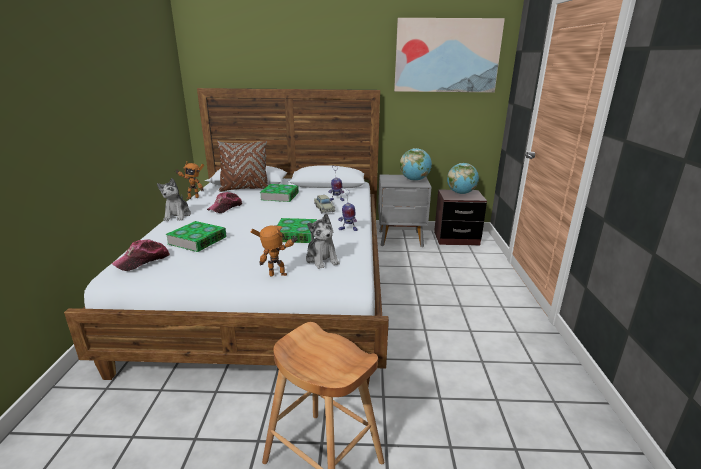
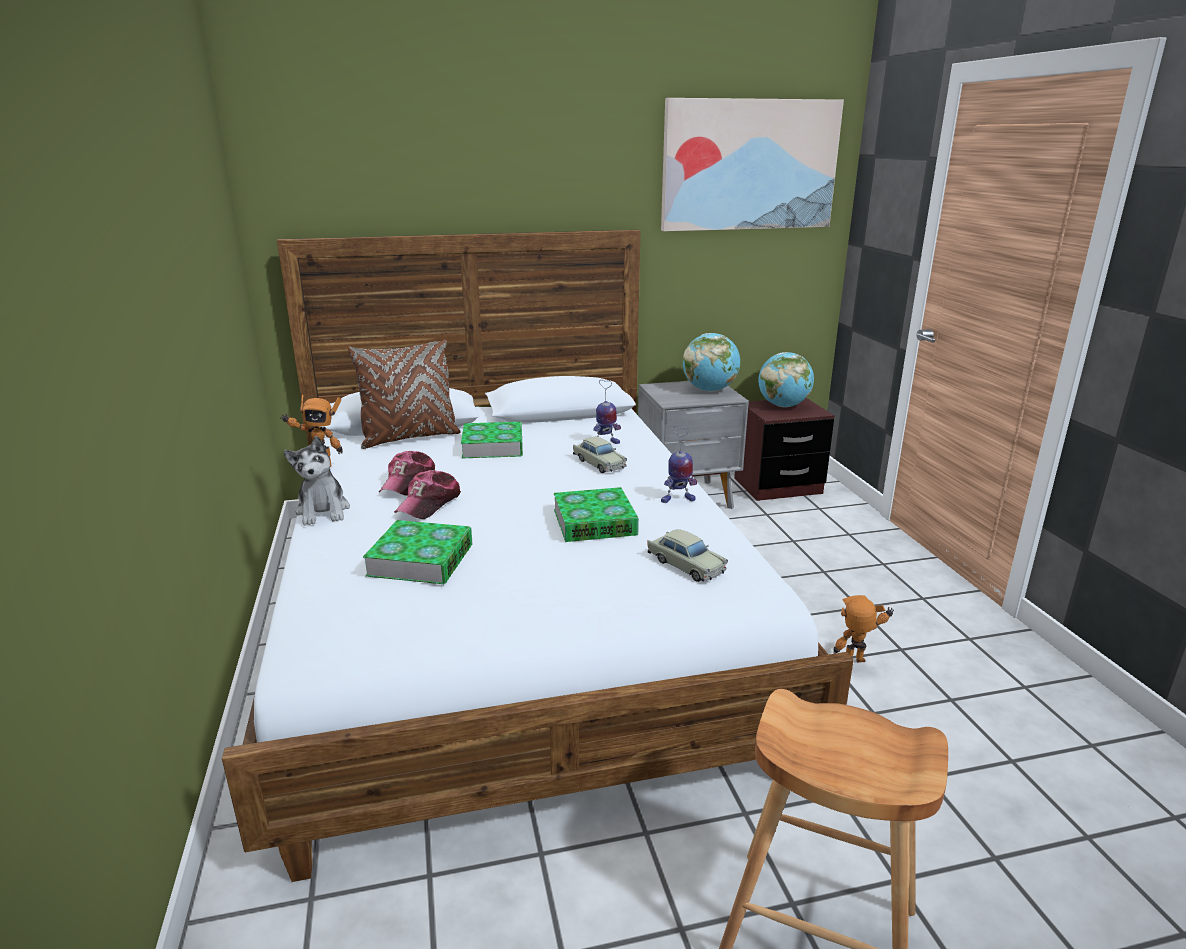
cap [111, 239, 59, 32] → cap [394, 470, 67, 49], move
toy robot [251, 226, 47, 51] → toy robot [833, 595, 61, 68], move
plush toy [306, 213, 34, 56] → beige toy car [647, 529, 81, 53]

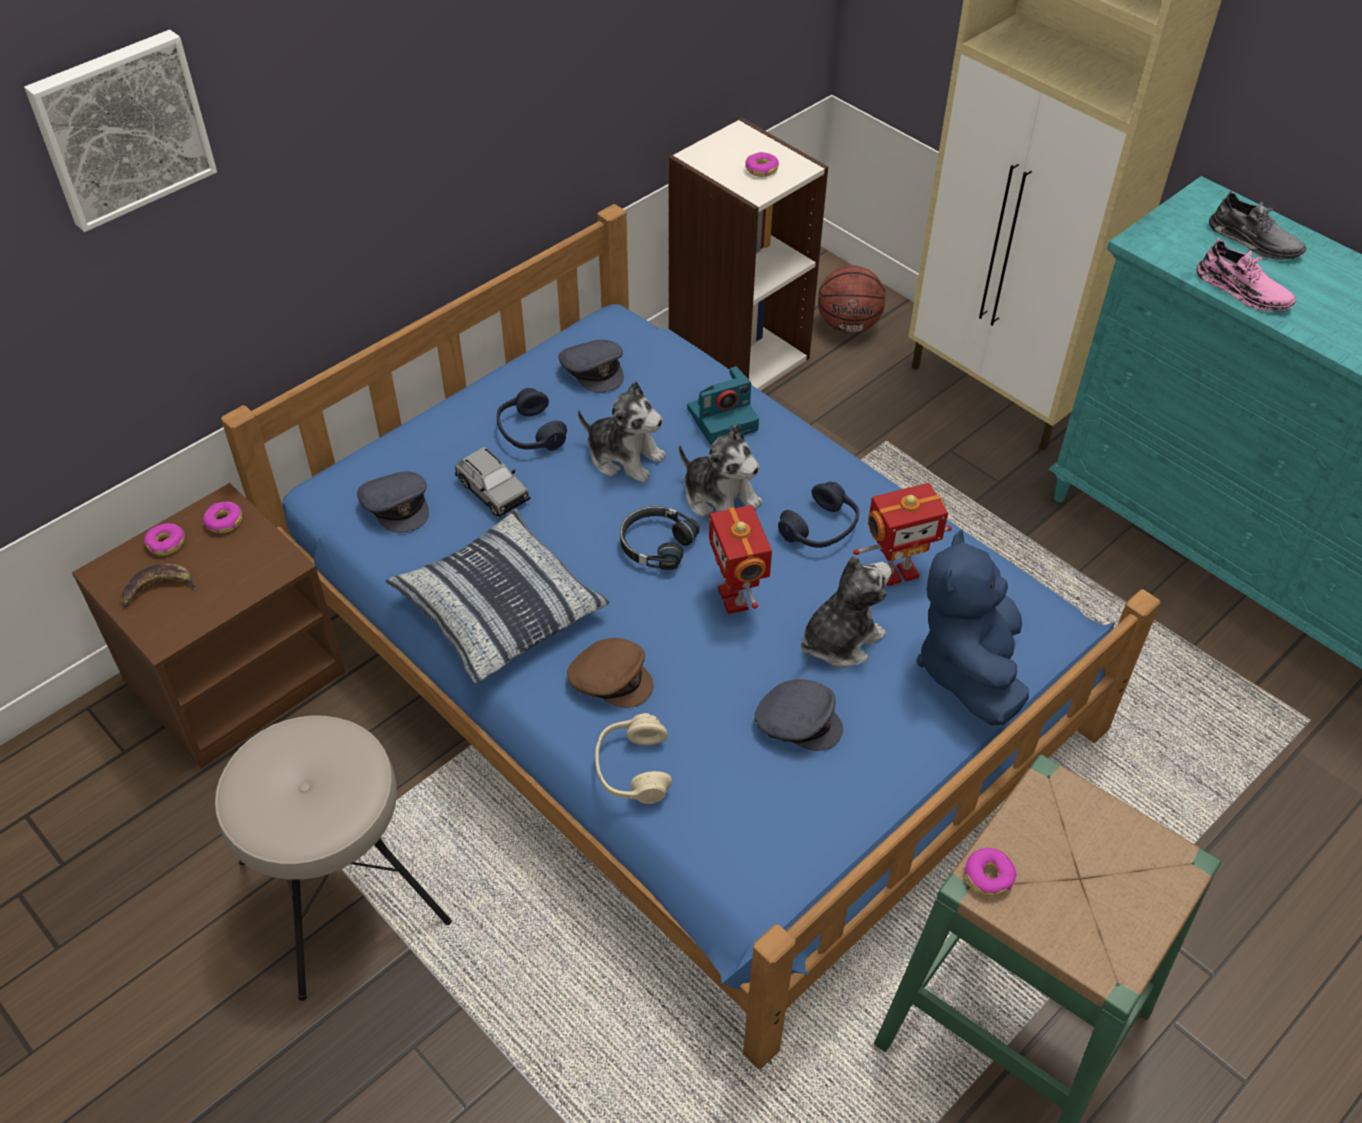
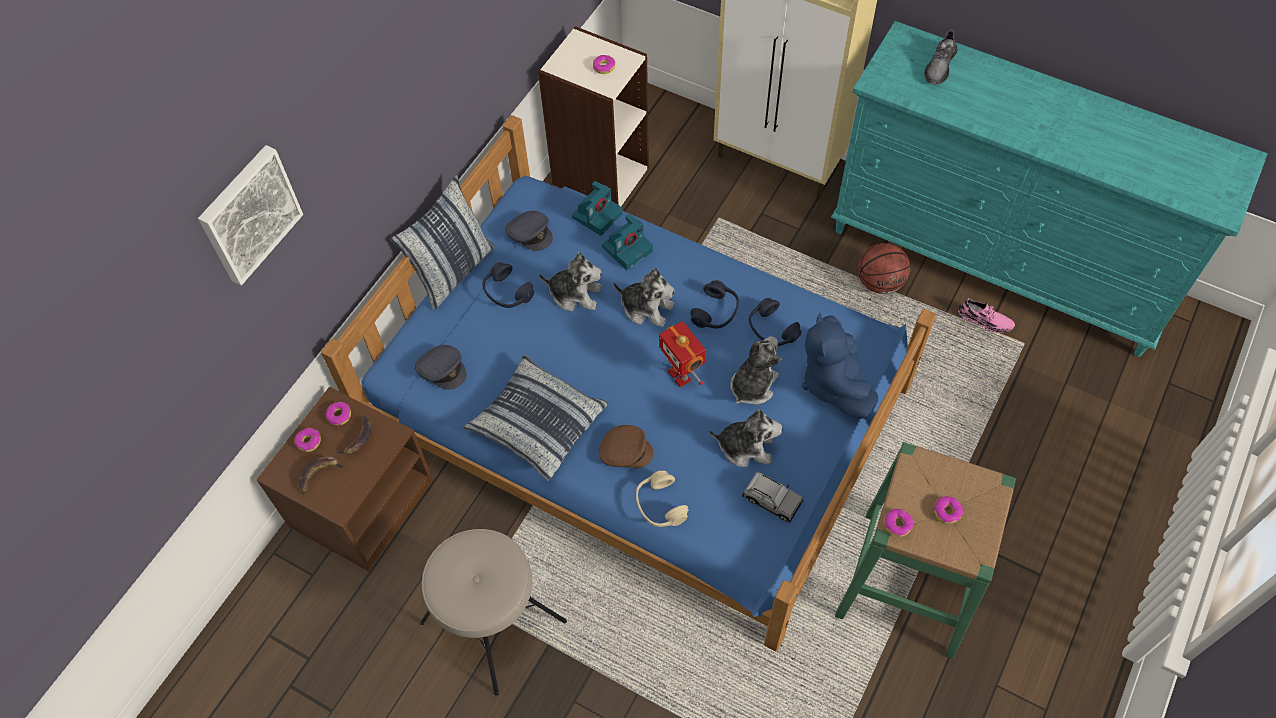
grey toy car [455, 447, 76, 70] → grey toy car [742, 472, 61, 51], move
black headphones [620, 506, 79, 64] → -
grey cap [755, 679, 88, 72] → plush toy [709, 409, 74, 58]
basketball [818, 266, 67, 67] → basketball [858, 243, 52, 51], move
toy robot [853, 483, 99, 103] → blue headphones [749, 298, 53, 48]
pink shoe [1196, 238, 100, 73] → pink shoe [957, 298, 58, 35], move
grey shoe [1209, 190, 97, 70] → grey shoe [924, 29, 34, 56], 90 degrees clockwise
- → banana [335, 416, 37, 39]
- → pillow [391, 175, 104, 135]
- → photo camera [572, 181, 50, 55]
- → donut [933, 496, 30, 28]

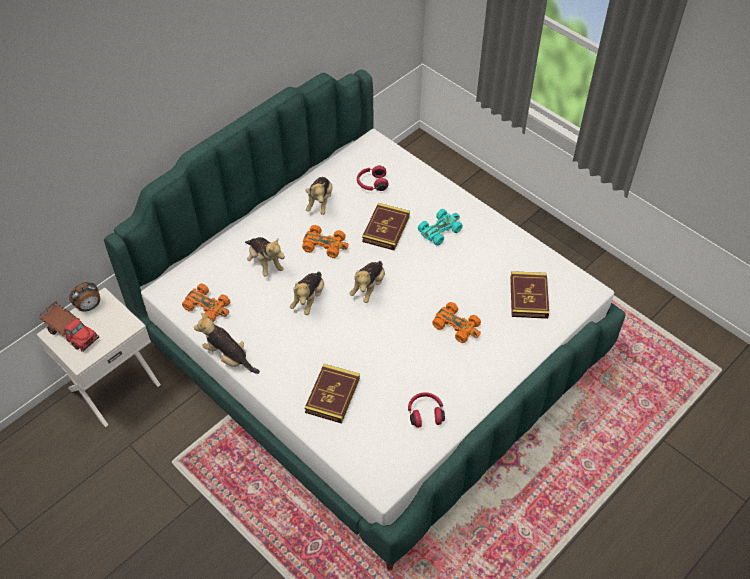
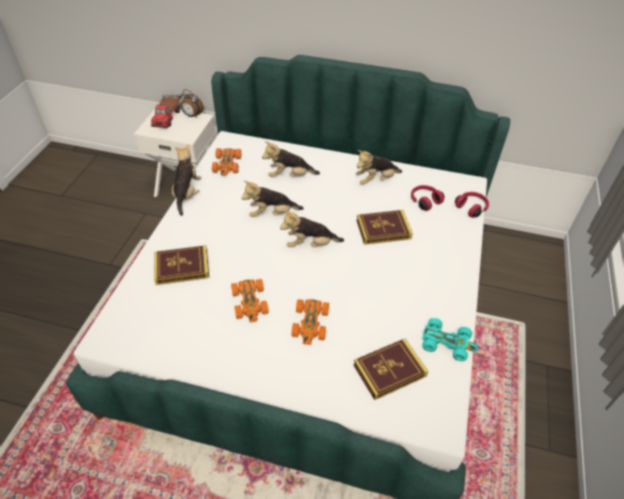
plush toy [245, 237, 40, 39] → plush toy [262, 141, 58, 36], 60 degrees clockwise
orange toy car [302, 225, 47, 33] → orange toy car [231, 279, 38, 43], move
red headphones [408, 392, 37, 36] → red headphones [455, 192, 34, 26], move
turquoise toy car [418, 209, 45, 37] → turquoise toy car [422, 318, 56, 43], move

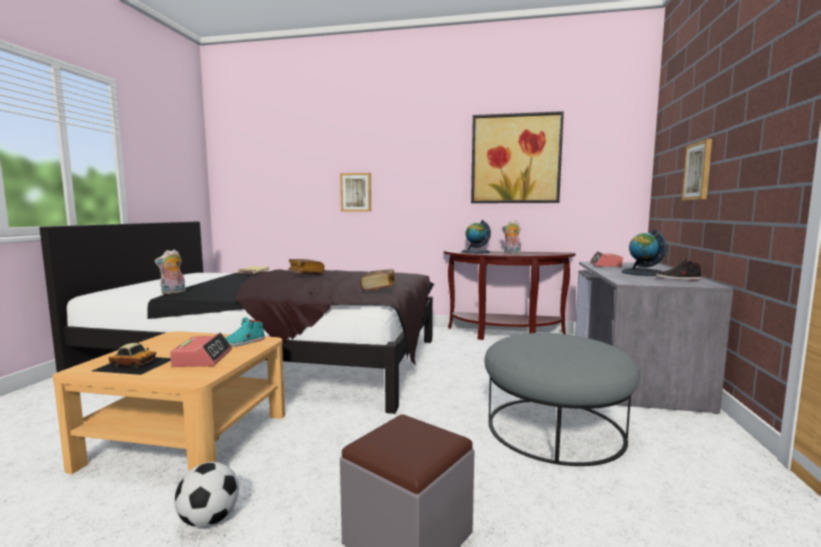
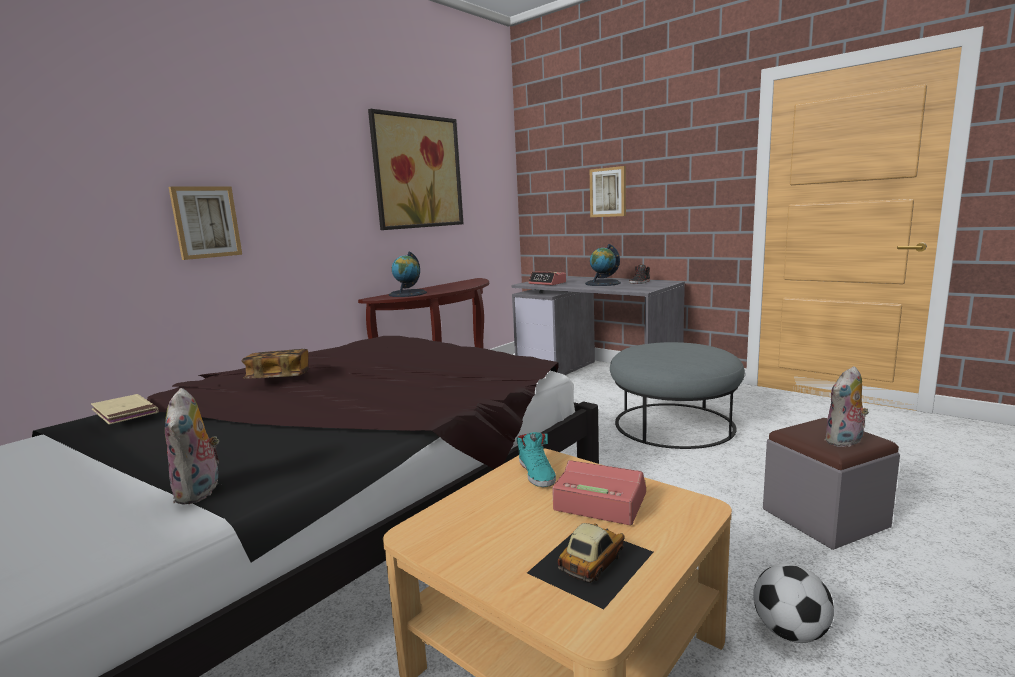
book [361, 269, 35, 22] → -
plush toy [502, 220, 19, 34] → plush toy [825, 366, 44, 82], move

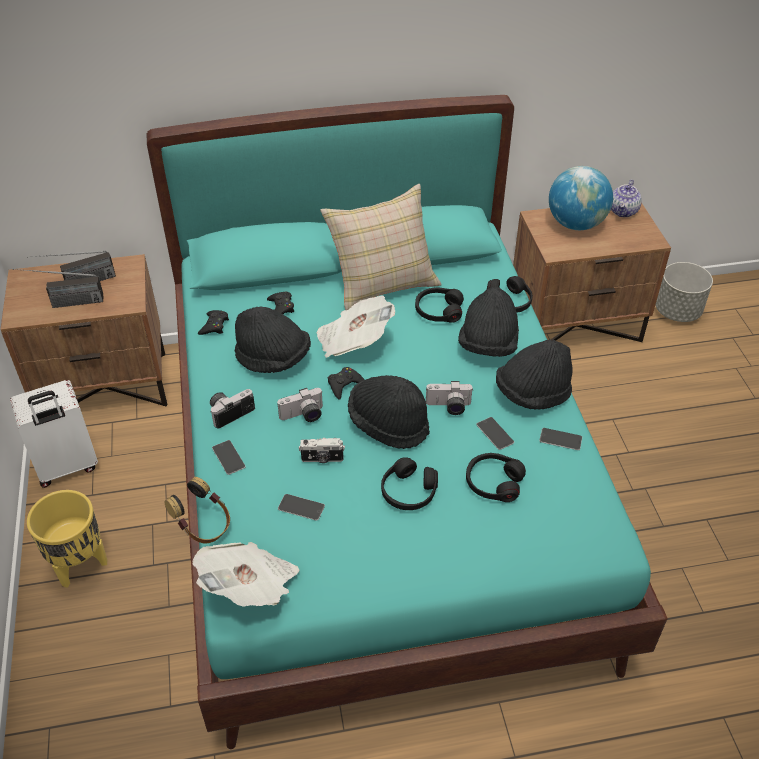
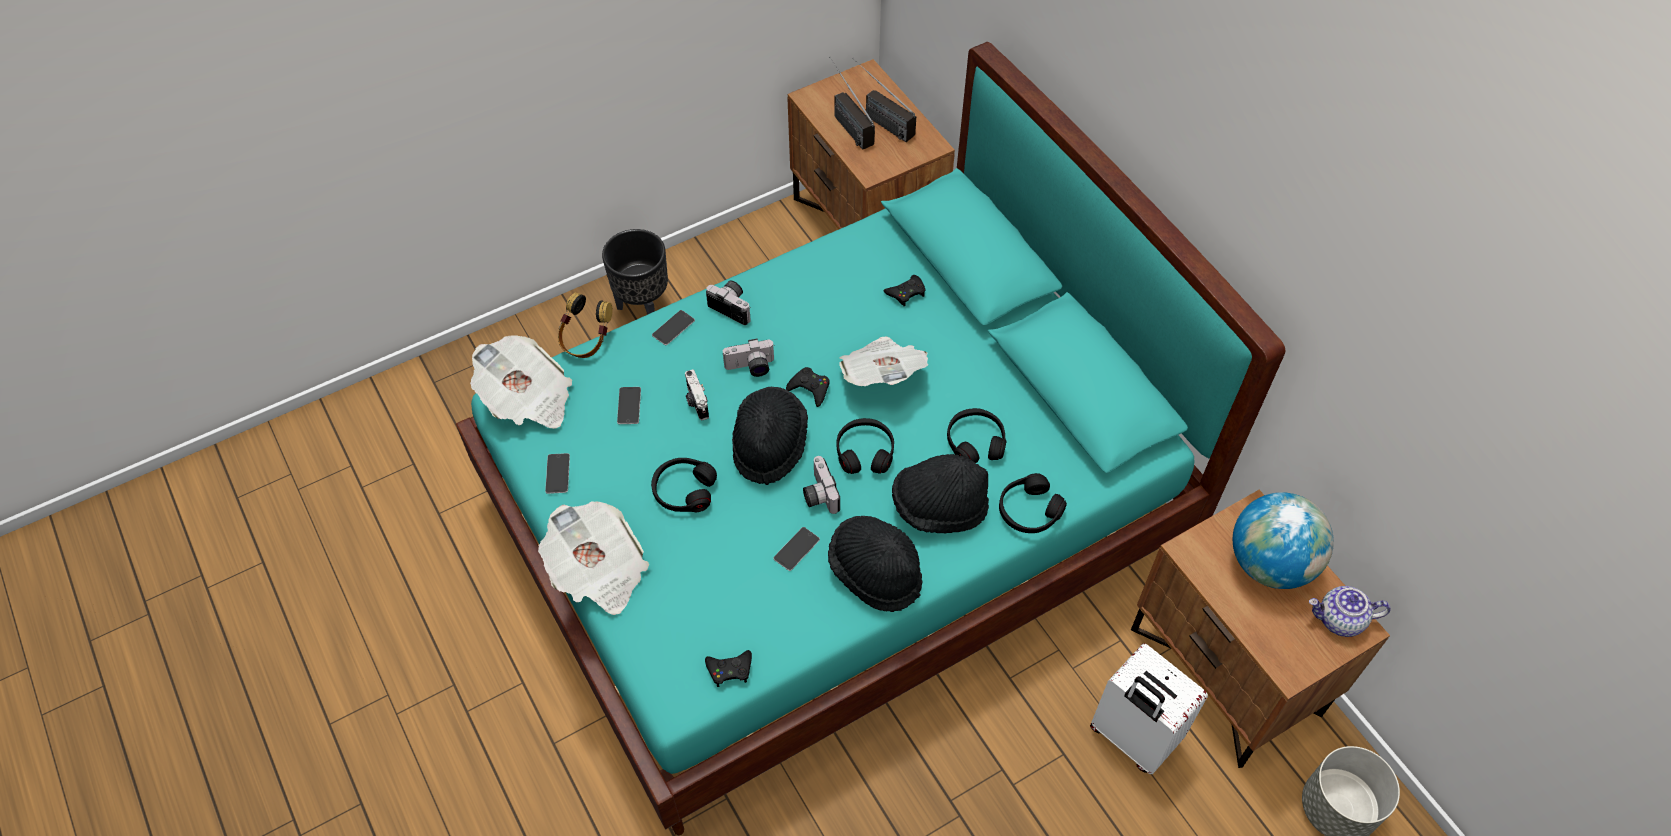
white suitcase [10, 380, 88, 108] → white suitcase [1090, 643, 118, 131], move
yellow planter [27, 490, 80, 98] → black planter [602, 229, 66, 86]
black game controller [198, 310, 31, 25] → black game controller [705, 650, 47, 37], move
black hat [235, 307, 76, 66] → -
photo camera [277, 388, 46, 34] → photo camera [723, 339, 52, 38], 60 degrees counterclockwise
beige pillow [320, 184, 121, 126] → -
black headphones [466, 453, 60, 49] → black headphones [836, 418, 58, 56], move
phone [539, 428, 43, 22] → phone [545, 453, 25, 41], move
- → newspaper [538, 501, 111, 114]

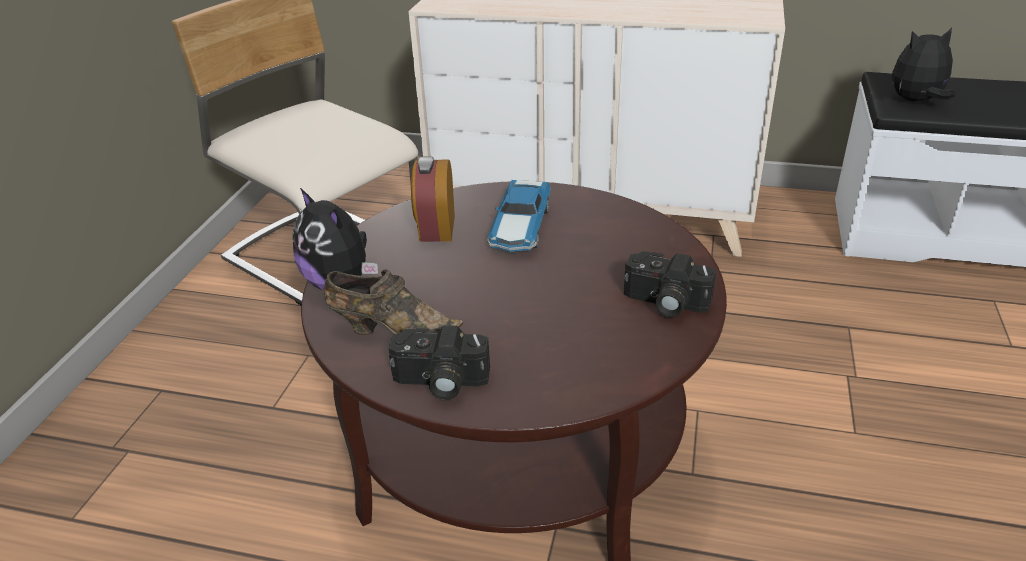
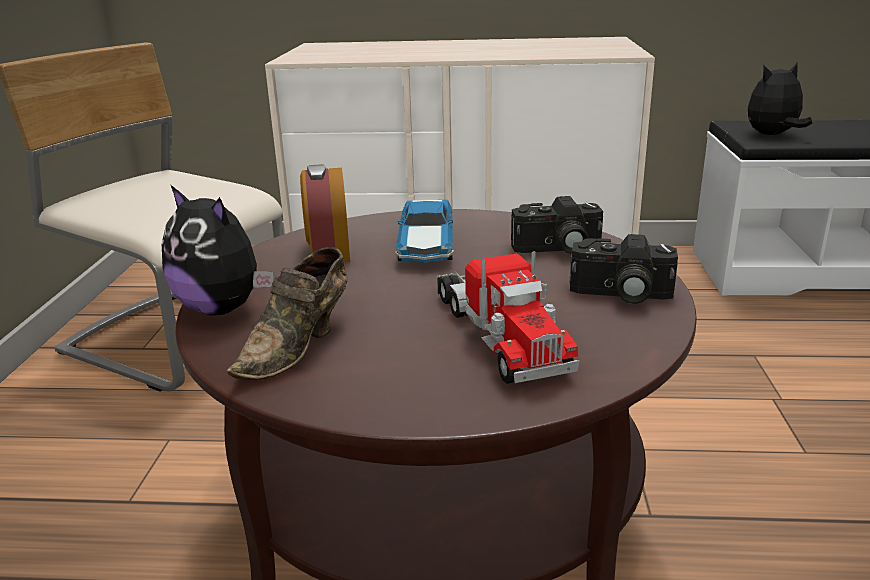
brown shoe [324, 269, 139, 66] → brown shoe [227, 247, 121, 133], 120 degrees clockwise
photo camera [388, 326, 102, 74] → photo camera [511, 196, 92, 58], move
- → toy truck [437, 251, 143, 133]

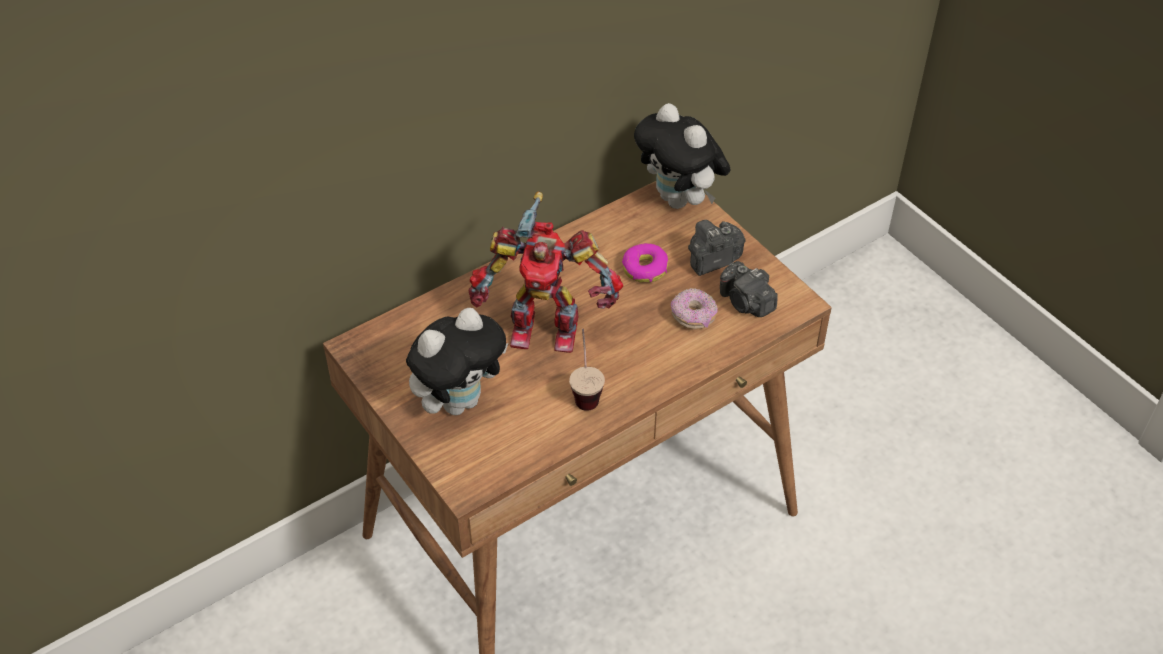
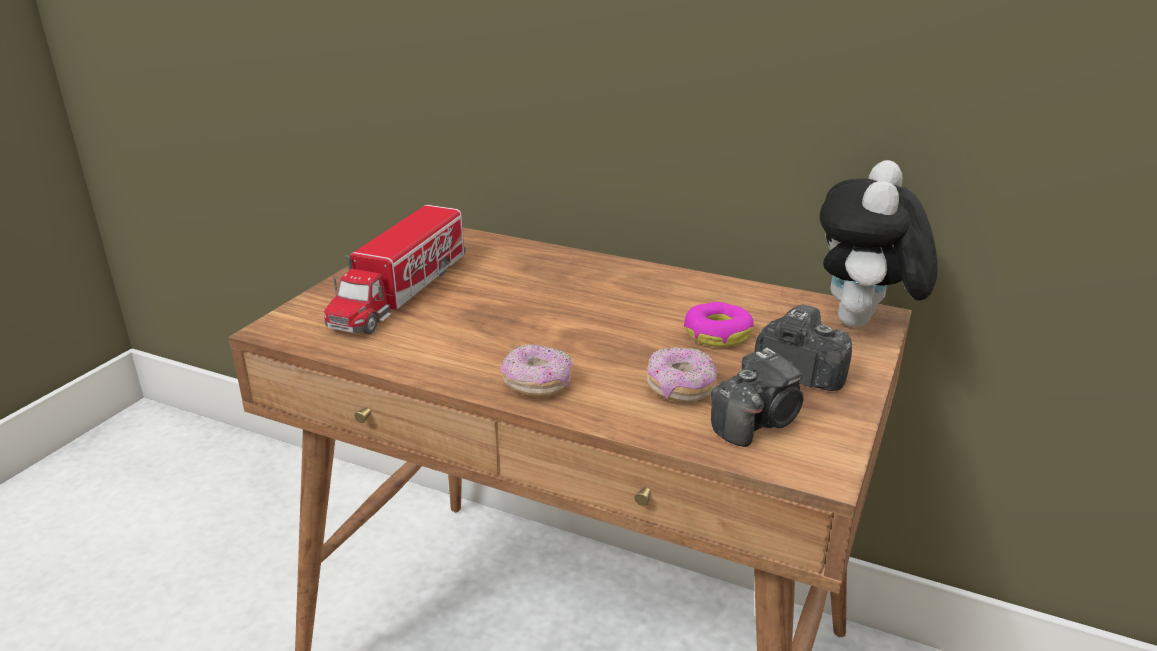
plush toy [406, 308, 102, 107] → toy truck [324, 205, 142, 129]
toy robot [469, 191, 154, 162] → -
cup [569, 329, 36, 82] → -
photo camera [720, 261, 58, 56] → photo camera [710, 348, 94, 99], 150 degrees counterclockwise
- → donut [501, 344, 71, 53]

